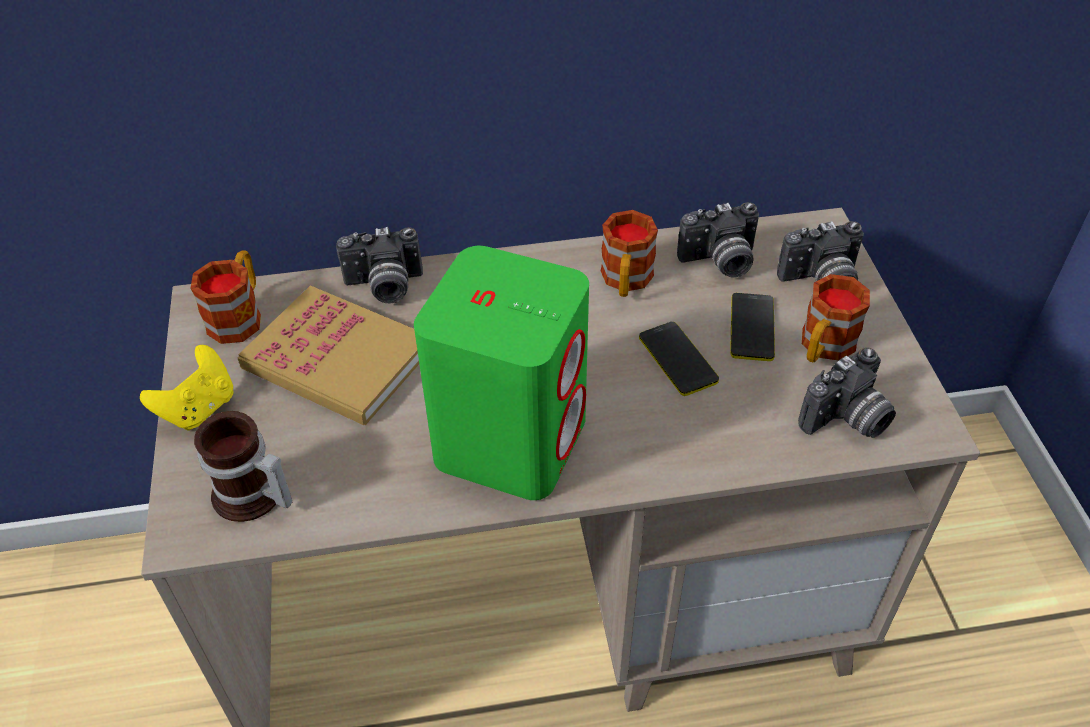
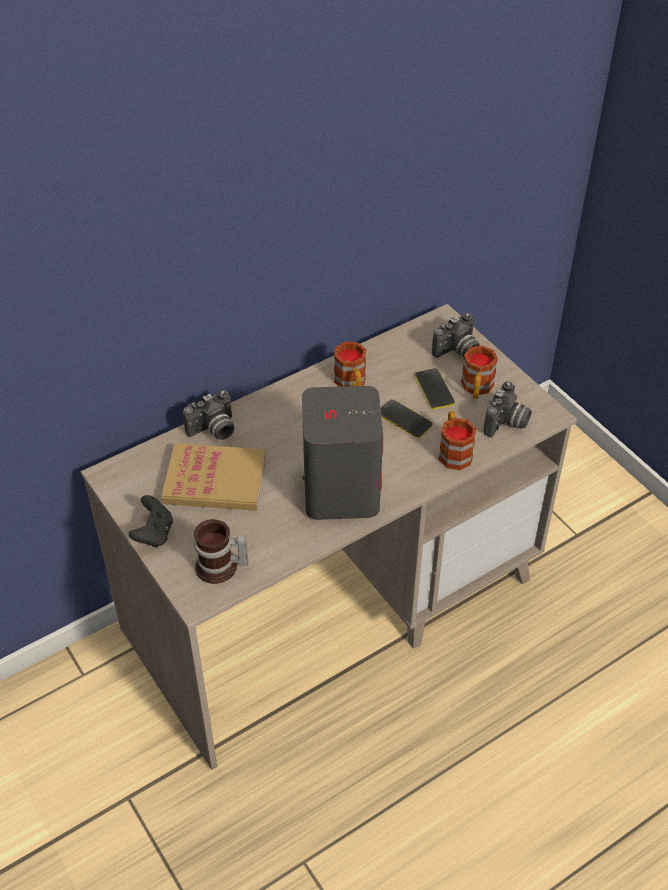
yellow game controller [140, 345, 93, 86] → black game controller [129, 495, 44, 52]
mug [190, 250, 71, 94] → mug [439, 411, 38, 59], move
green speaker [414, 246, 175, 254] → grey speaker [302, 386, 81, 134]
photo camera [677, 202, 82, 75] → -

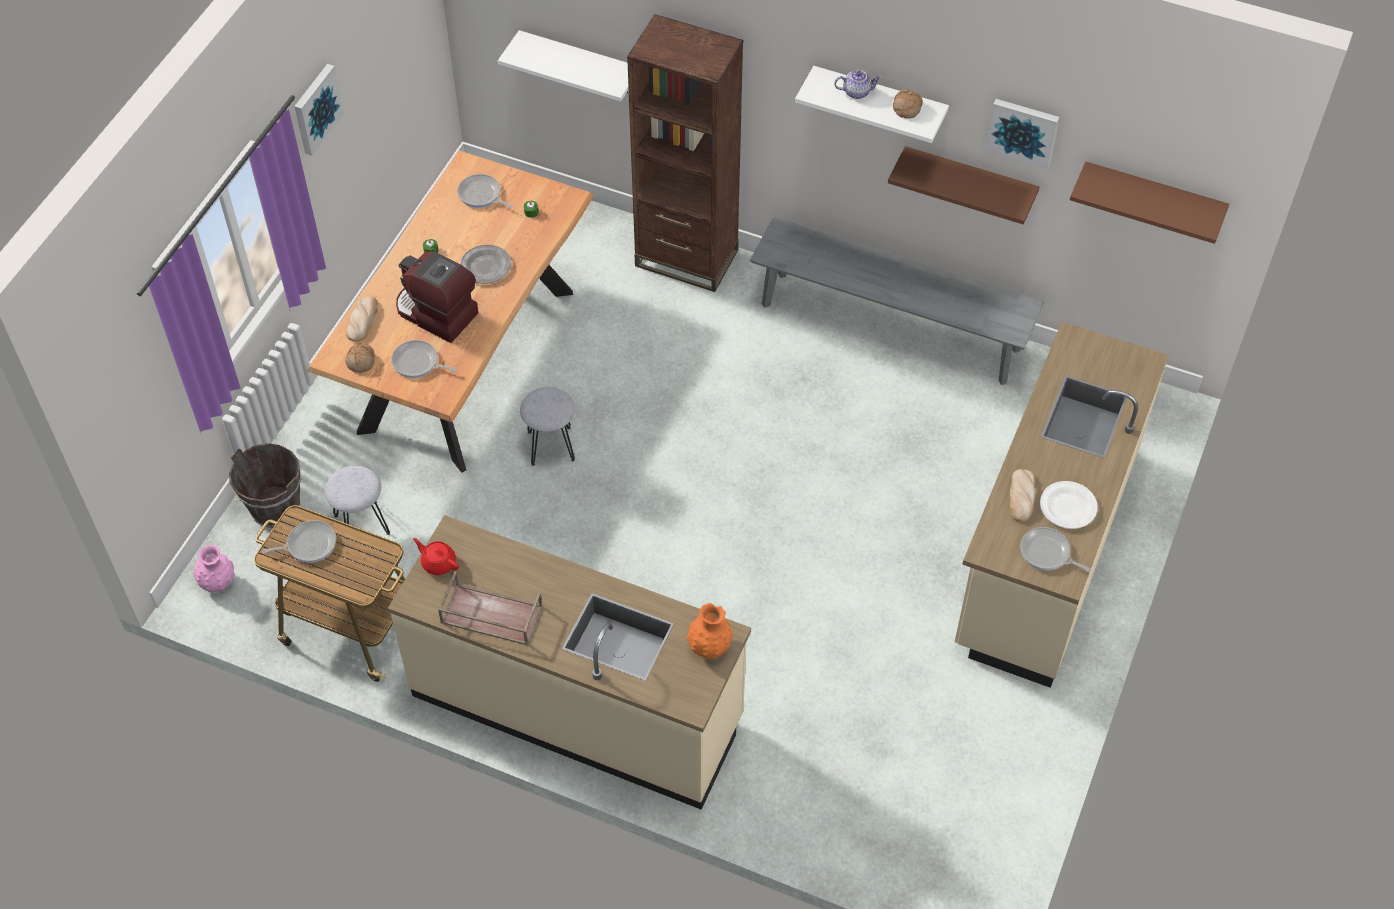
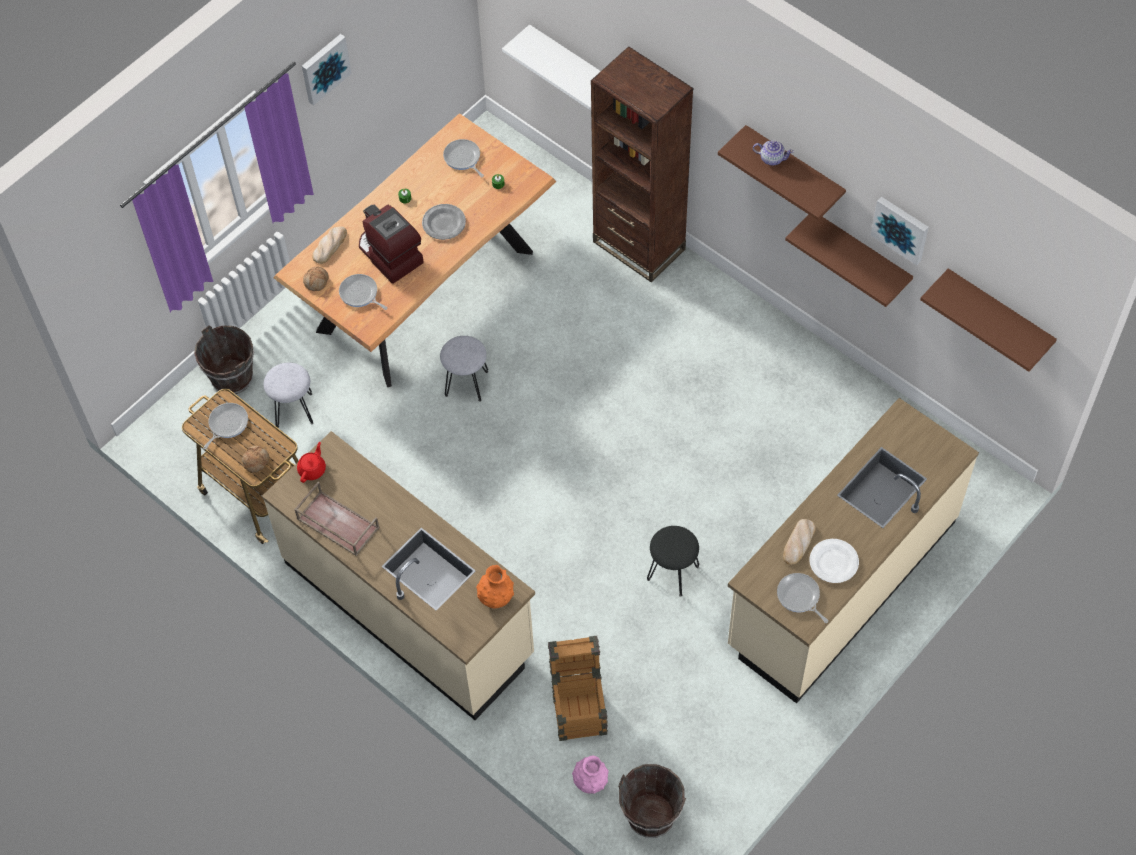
pink vase [193, 545, 42, 47] → pink vase [572, 755, 37, 39], move
frying pan [262, 520, 74, 43] → frying pan [203, 403, 45, 46], 60 degrees counterclockwise
red teapot [413, 538, 46, 37] → red teapot [297, 442, 29, 41], 60 degrees clockwise
grey bench [750, 217, 294, 168] → -
white shelf [795, 66, 154, 77] → brown shelf [718, 125, 128, 95]
bread [893, 89, 30, 30] → bread [242, 446, 27, 27], move
- → crate [548, 636, 60, 105]
- → brown bucket [618, 764, 68, 74]
- → black stool [647, 526, 52, 71]

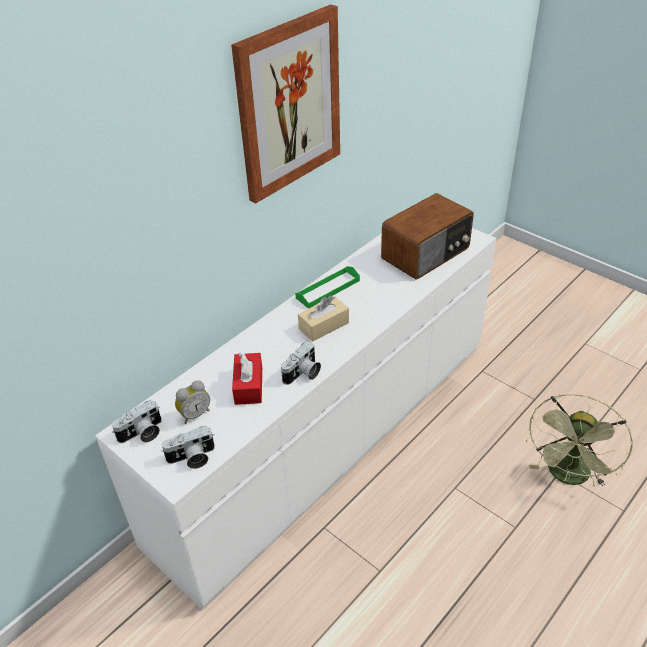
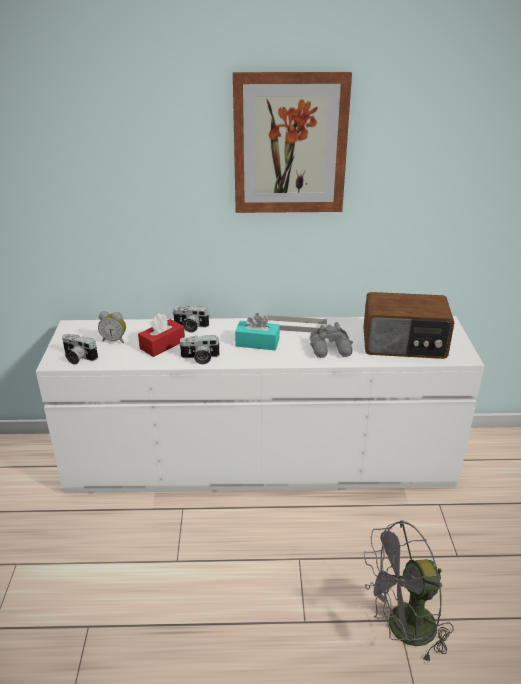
photo camera [112, 400, 50, 43] → photo camera [172, 306, 38, 26], move
green tray [295, 266, 65, 43] → grey tray [266, 315, 61, 17]
beige tissue box [298, 295, 51, 47] → turquoise tissue box [235, 313, 45, 37]
green fan [526, 394, 107, 92] → grey fan [364, 520, 90, 144]
- → grey binoculars [310, 322, 43, 36]

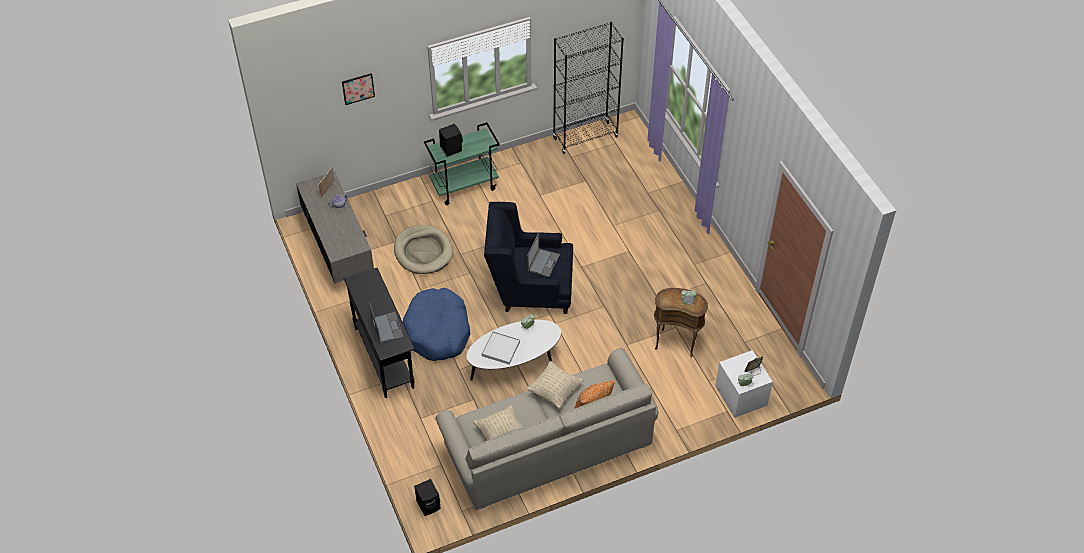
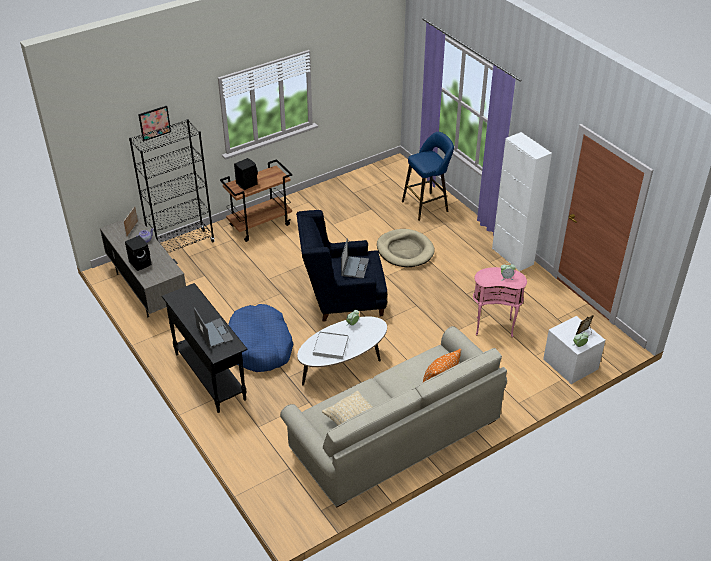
beige dog bed [394, 225, 60, 49] → beige dog bed [377, 229, 58, 38], move
black speaker [414, 479, 27, 37] → black speaker [125, 235, 27, 36], move
green cart [424, 122, 76, 83] → brown cart [220, 159, 72, 83]
beige pillow [527, 361, 56, 48] → -
black bookcase [553, 22, 71, 132] → black bookcase [129, 119, 86, 134], move
brown side table [654, 288, 54, 69] → pink side table [473, 267, 54, 71]
- → blue stool [402, 132, 52, 89]
- → white cabinet [492, 132, 60, 139]

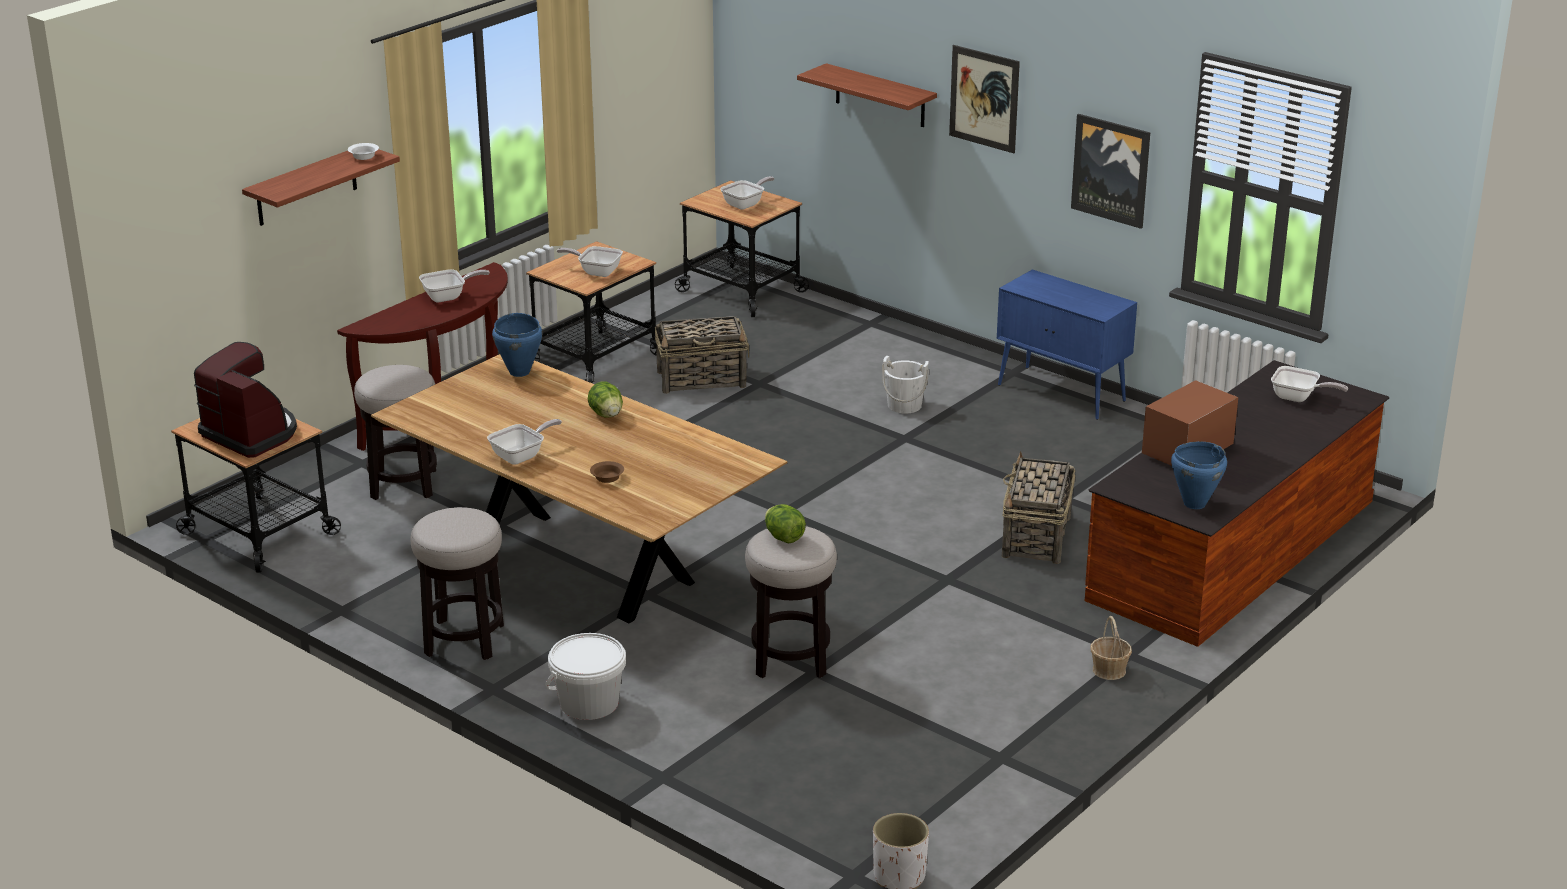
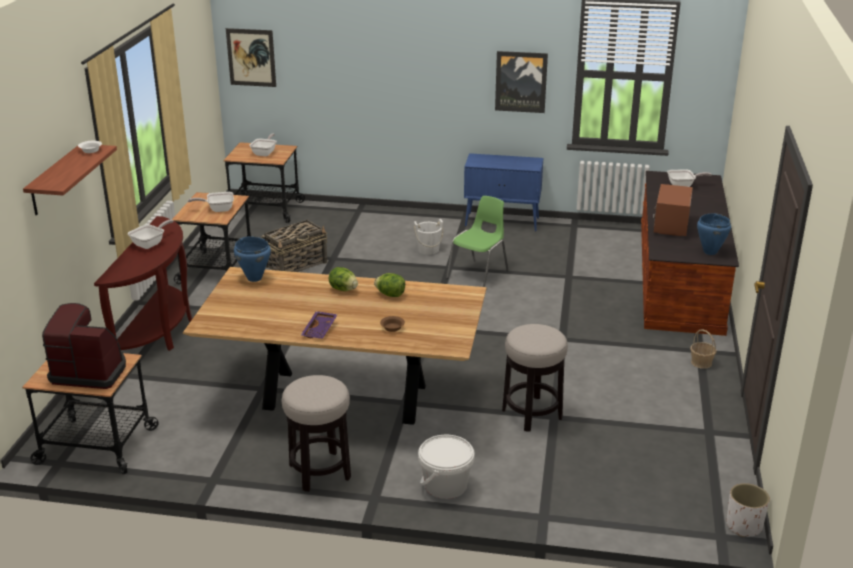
stool [354, 365, 83, 135] → -
frying pan [487, 419, 75, 46] → purple tray [301, 311, 37, 27]
lettuce [765, 504, 41, 39] → lettuce [374, 273, 31, 24], move
shelf [797, 63, 140, 64] → -
picture [949, 45, 71, 108] → picture [226, 28, 50, 59], move
basket [1002, 452, 73, 112] → -
- → green chair [446, 196, 63, 91]

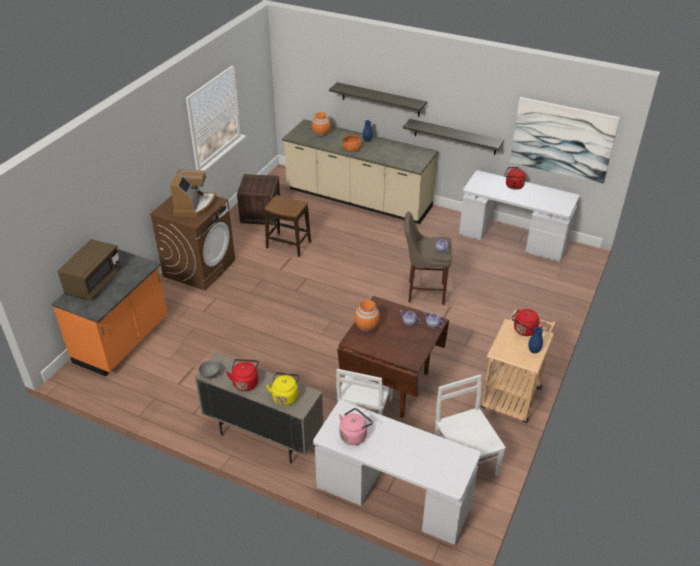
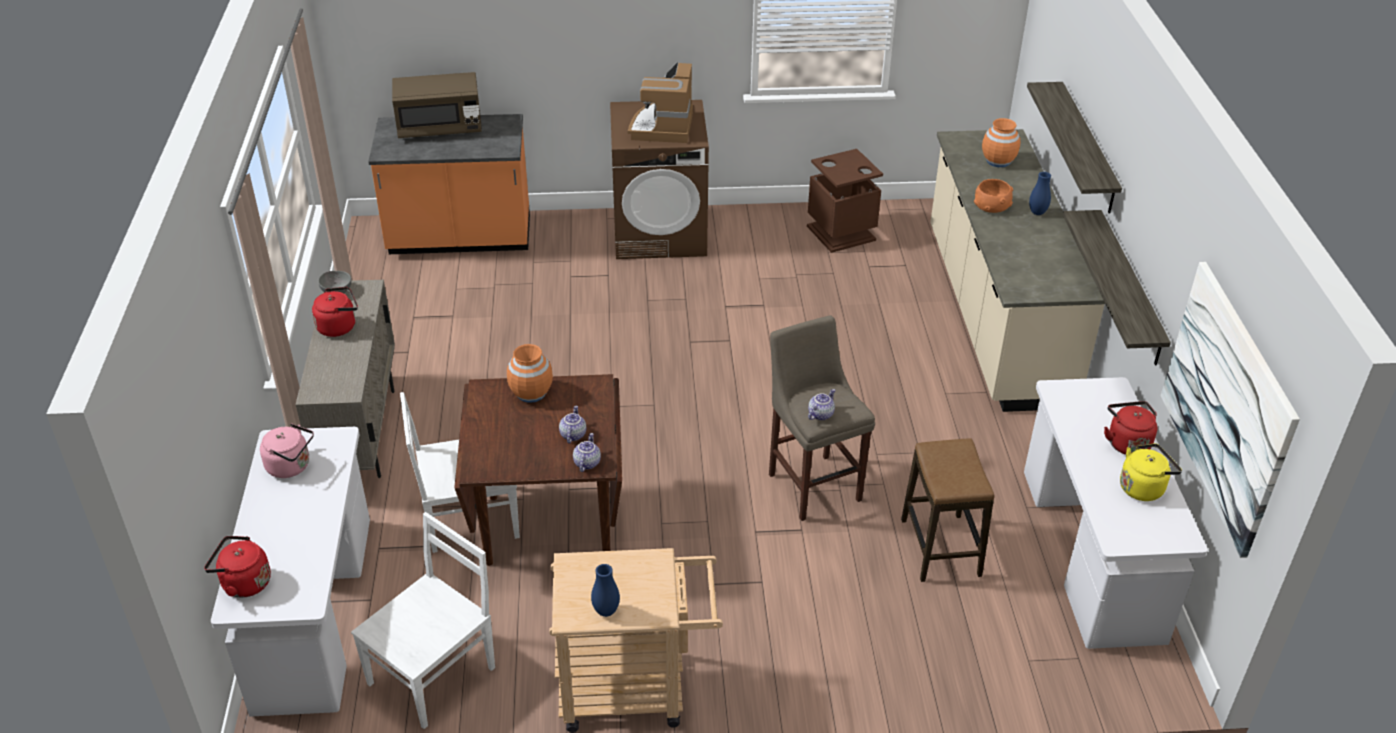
coffee machine [170, 169, 46, 48] → coffee machine [628, 62, 65, 81], 120 degrees clockwise
crate [237, 174, 43, 51] → brown trash can [807, 149, 76, 104]
stool [265, 195, 46, 62] → stool [901, 438, 94, 144], move
yellow kettle [266, 372, 34, 34] → yellow kettle [1120, 443, 62, 58], move
red kettle [512, 309, 31, 27] → red kettle [204, 536, 67, 62], move

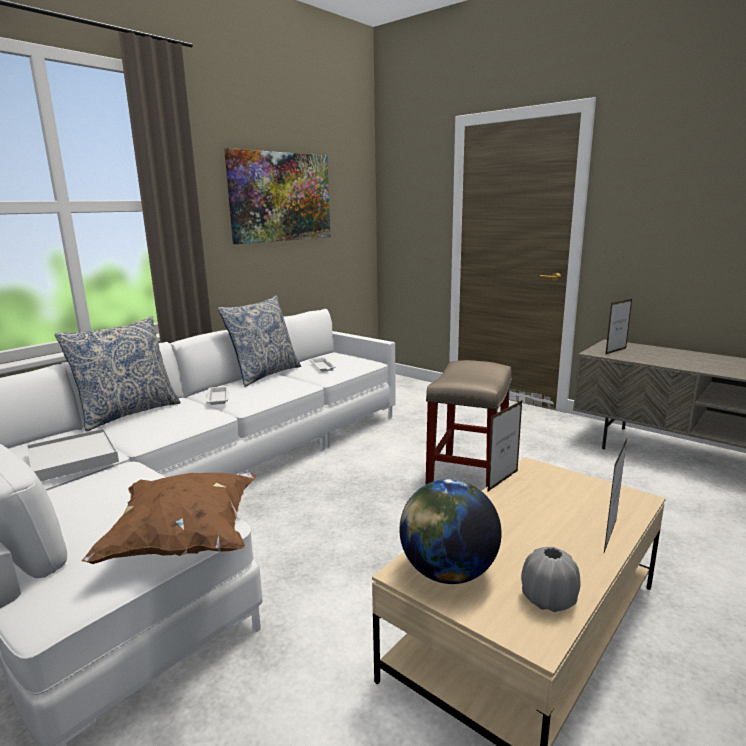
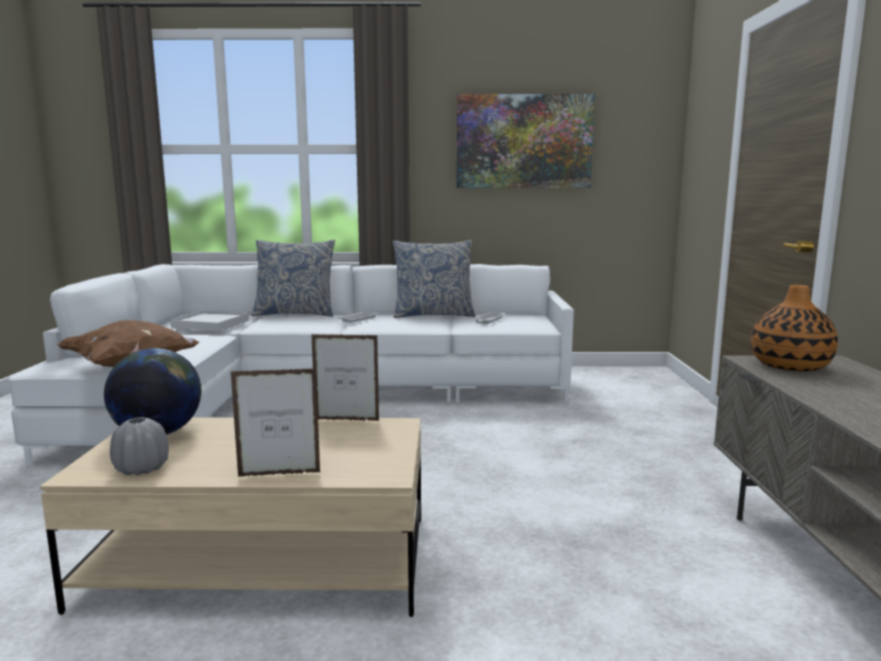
beige stool [426, 360, 86, 127] → -
picture frame [605, 299, 27, 56] → vase [751, 285, 87, 86]

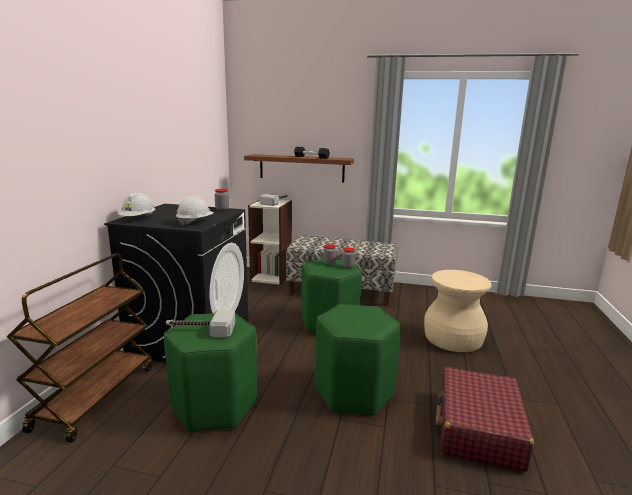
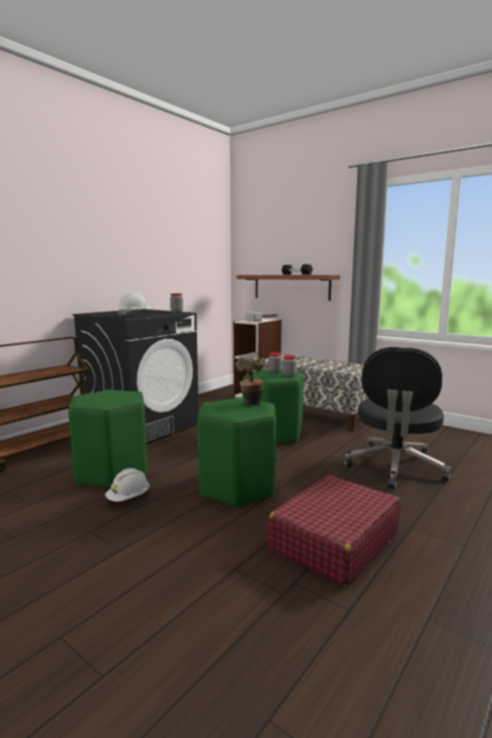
white hard hat [118, 193, 37, 23] → white hard hat [105, 468, 45, 34], move
hammer [166, 310, 69, 27] → -
beige stool [424, 270, 67, 82] → black office chair [344, 347, 107, 142]
- → potted plant [235, 355, 30, 50]

